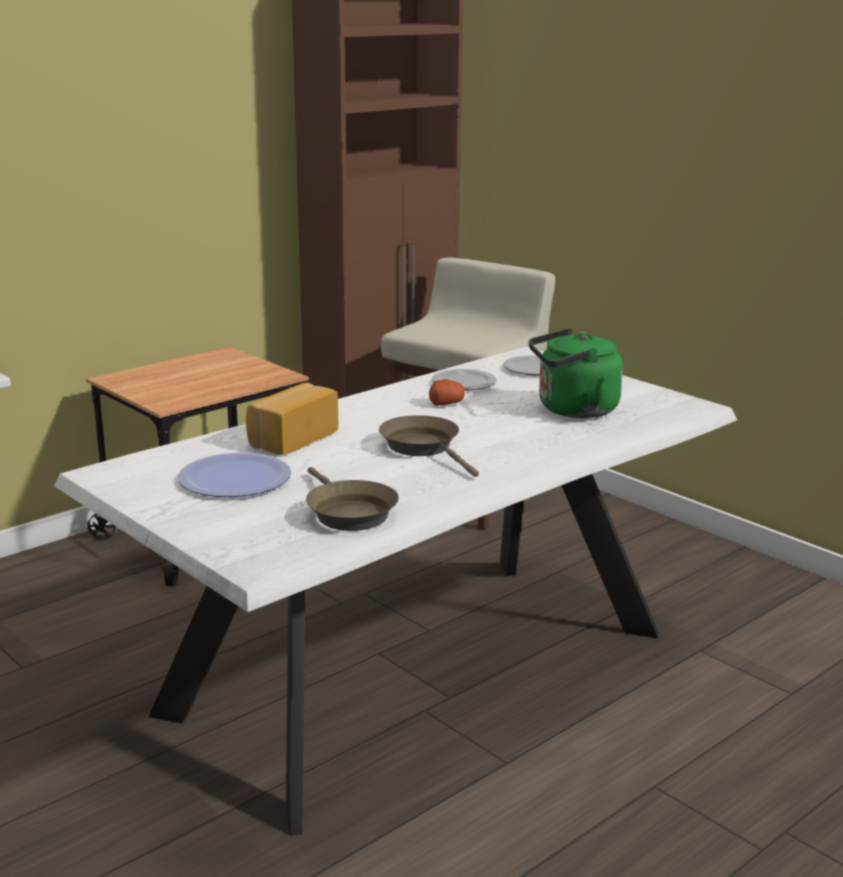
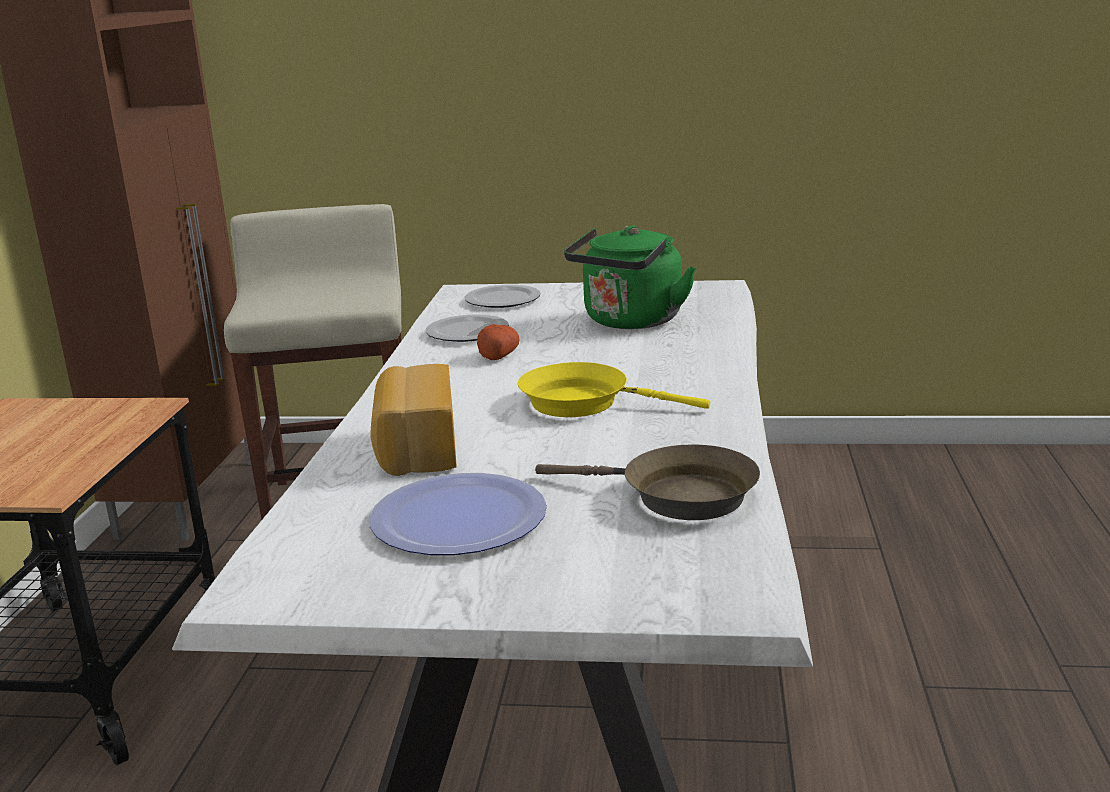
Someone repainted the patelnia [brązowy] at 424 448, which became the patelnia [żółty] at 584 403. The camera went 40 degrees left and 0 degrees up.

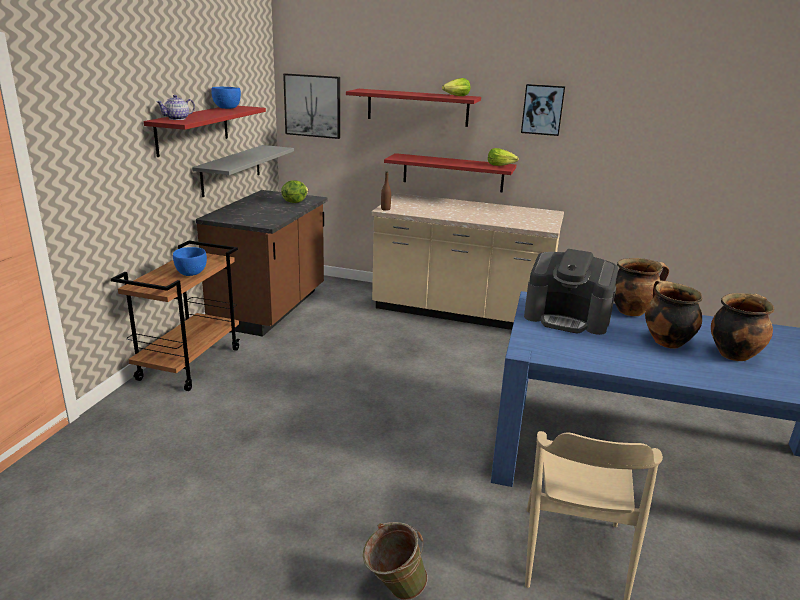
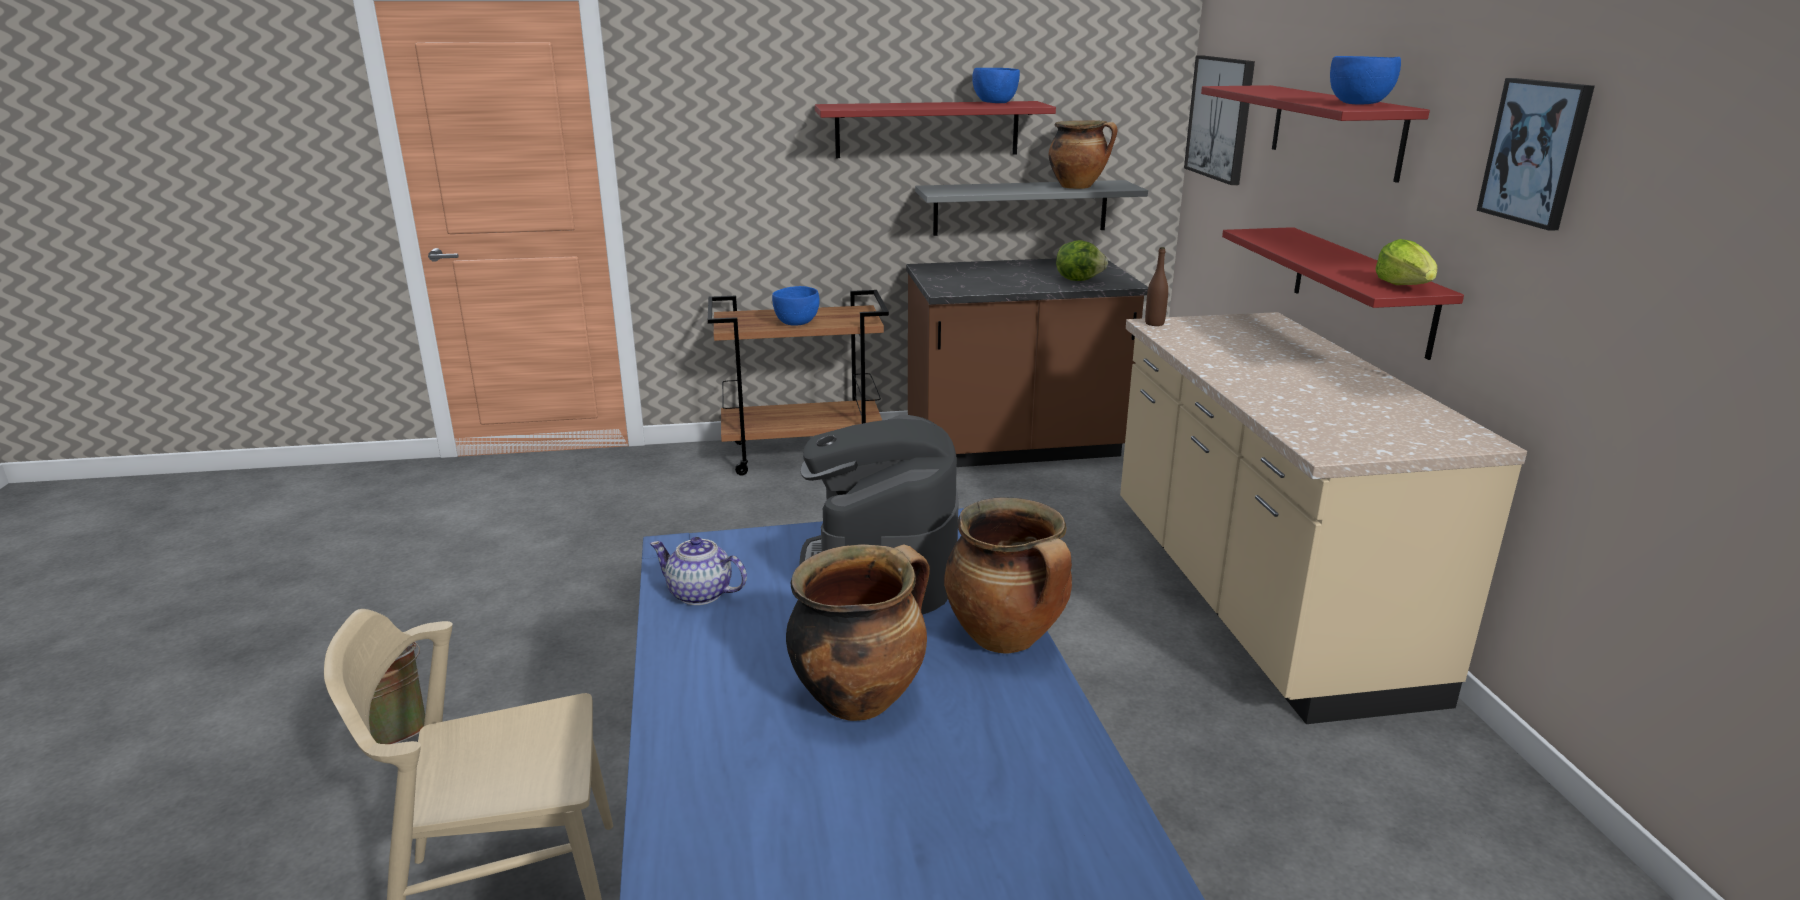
Someone carried the imbryk from 177 119 to 700 594. Someone swapped the sałata at 457 96 for the miska [niebieski] at 1359 104. Someone carried the garnek from 733 354 to 1078 187. The camera went 65 degrees right and 0 degrees up.

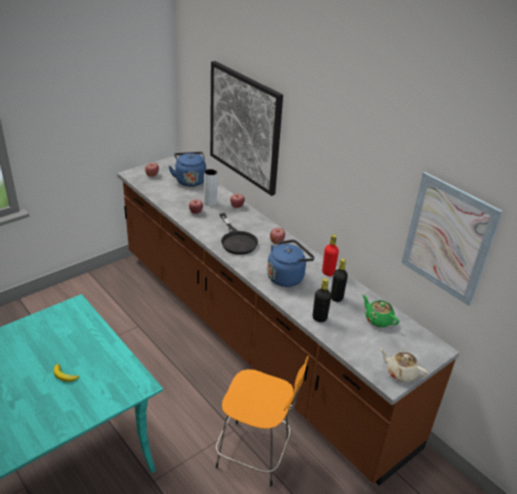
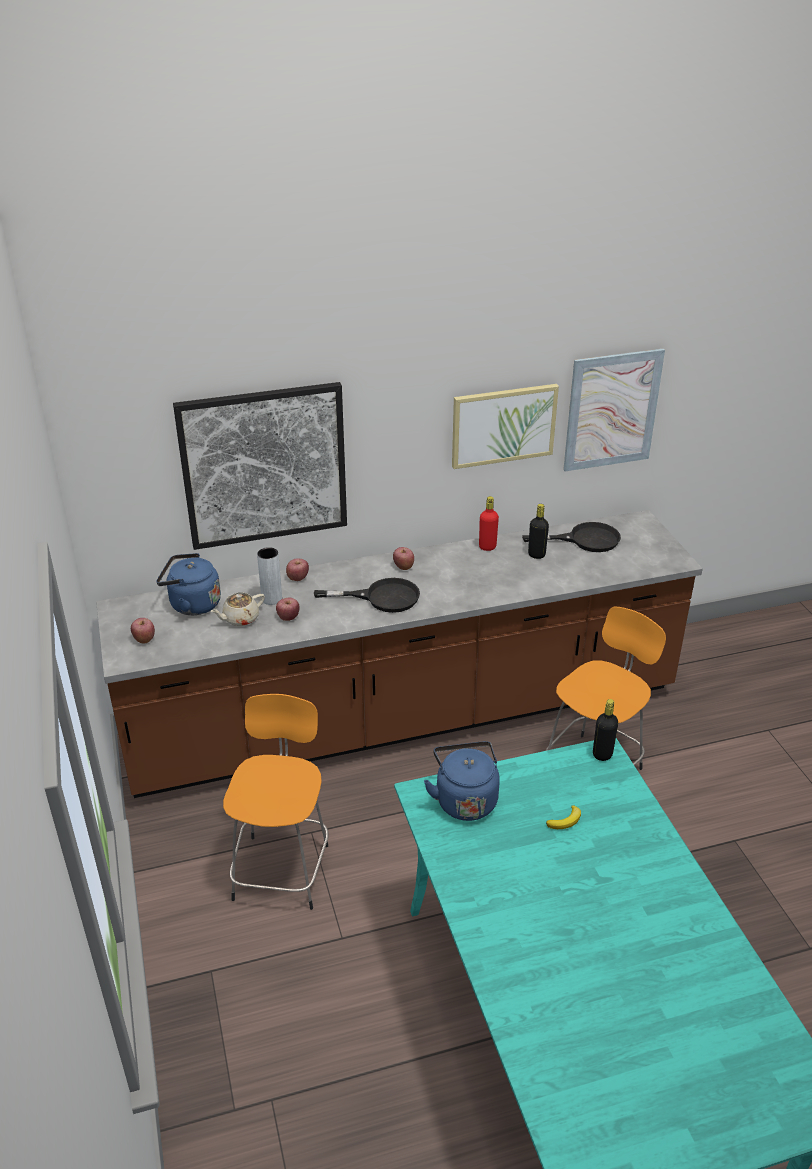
Someone carried the czajnik [niebieski] from 287 277 to 465 799. Someone carried the butelka [czarny] from 319 318 to 602 754. Someone swapped the imbryk [zielony] at 378 320 for the patelnia [czarny] at 584 539. Someone carried the imbryk [beżowy] from 400 372 to 240 619. Someone put down the stołek [pomarańczowy] at 282 868. Someone put up the obraz at 503 425. The camera went 65 degrees left and 0 degrees up.

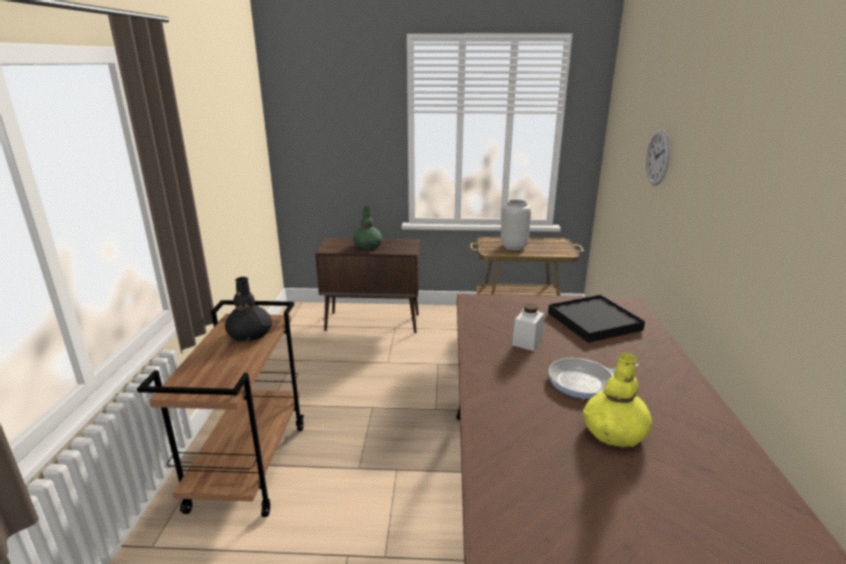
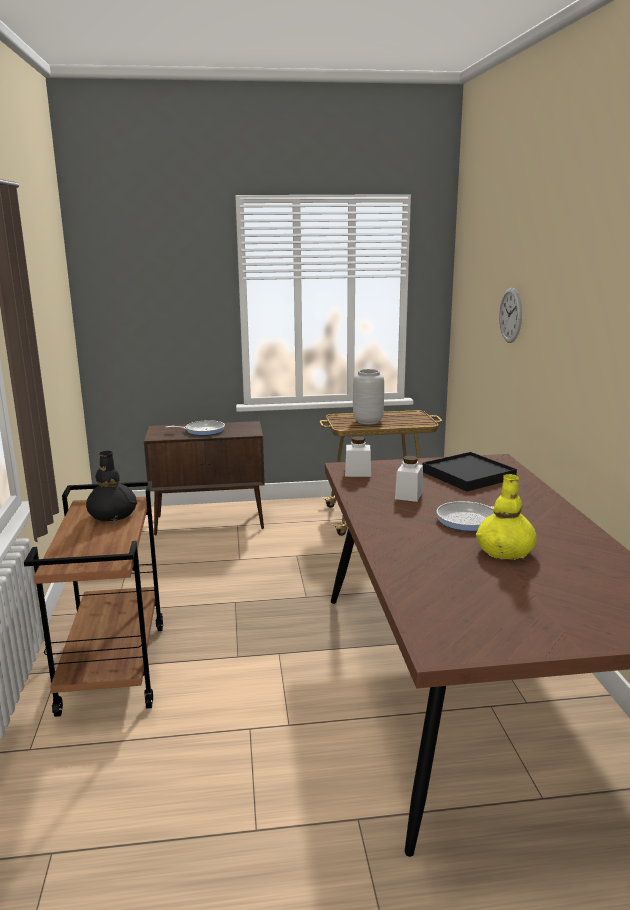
Someone swapped the wazon [zielony] at 368 246 for the patelnia at 202 430. Someone put down the słoik [biały] at 358 473. The camera went 10 degrees left and 5 degrees down.

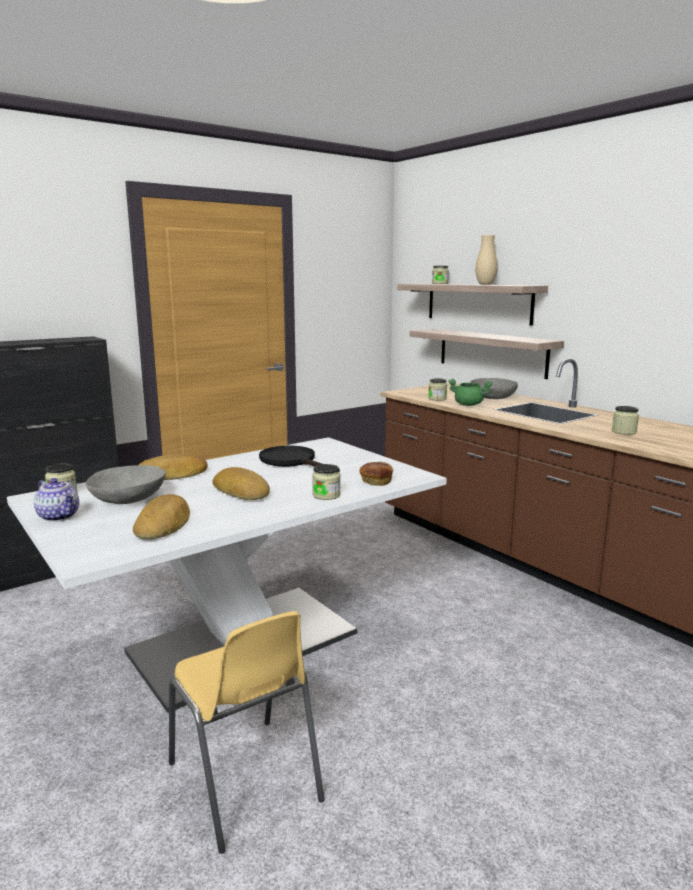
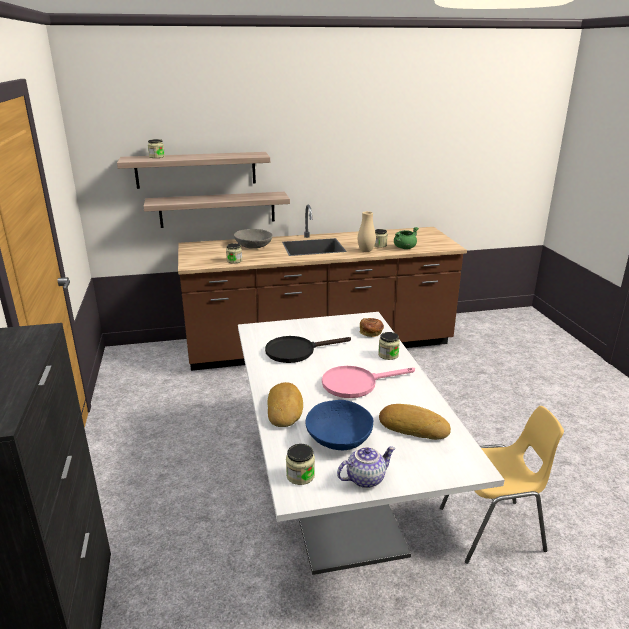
Someone repainted the miska [szary] at 128 498, which became the miska [niebieski] at 339 438. Someone swapped the chleb at 242 491 for the patelnia [różowy] at 356 383. Someone carried the garnek [zielony] from 469 405 to 404 247. Someone carried the wazon [beżowy] from 485 284 to 366 251. The camera went 65 degrees left and 10 degrees up.

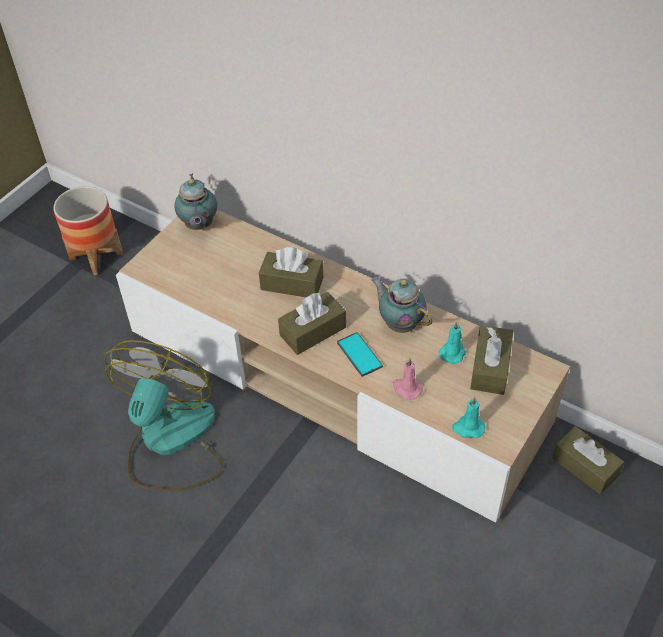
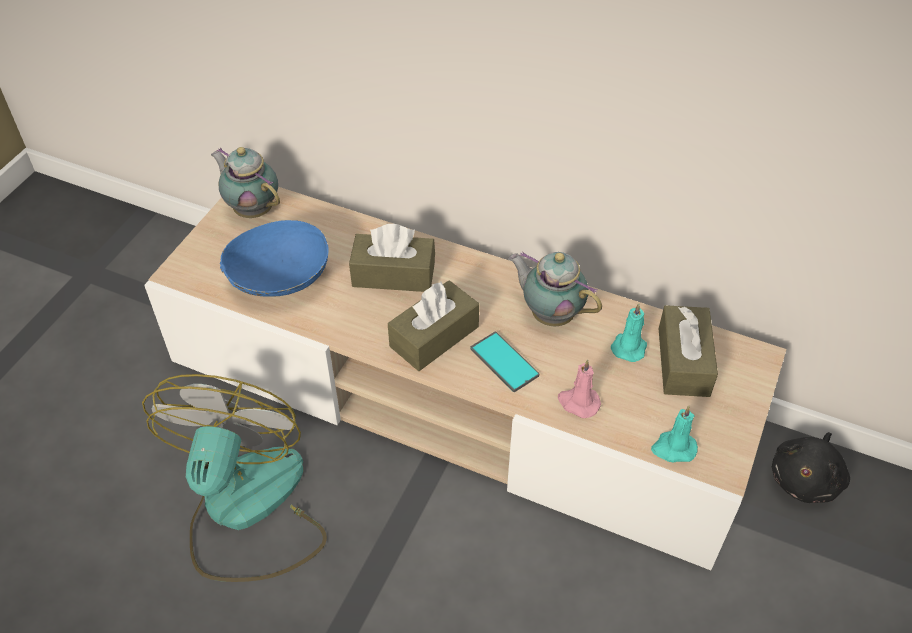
Someone took away the donica at 96 256. Someone rotated the imbryk at 199 226 by 150 degrees clockwise. Someone swapped the pudełko chusteczek [brązowy] at 585 466 for the pluszak [czarny] at 806 479. Someone put down the miska [niebieski] at 280 282. The camera went 10 degrees left and 0 degrees up.

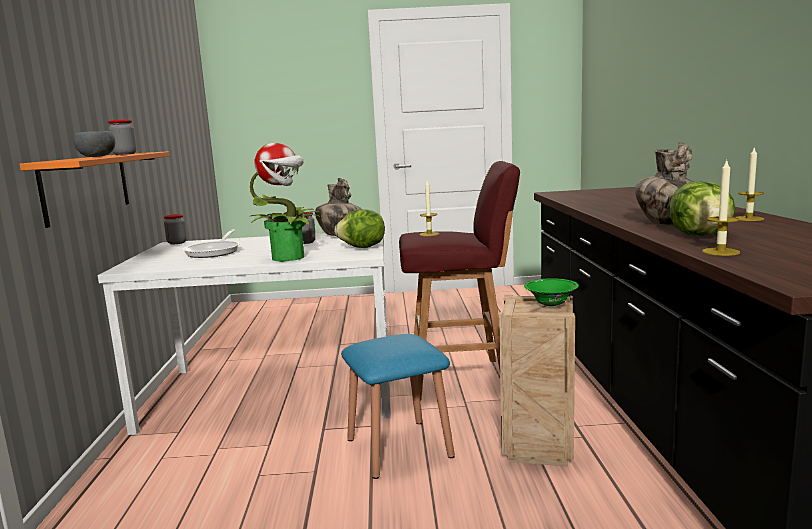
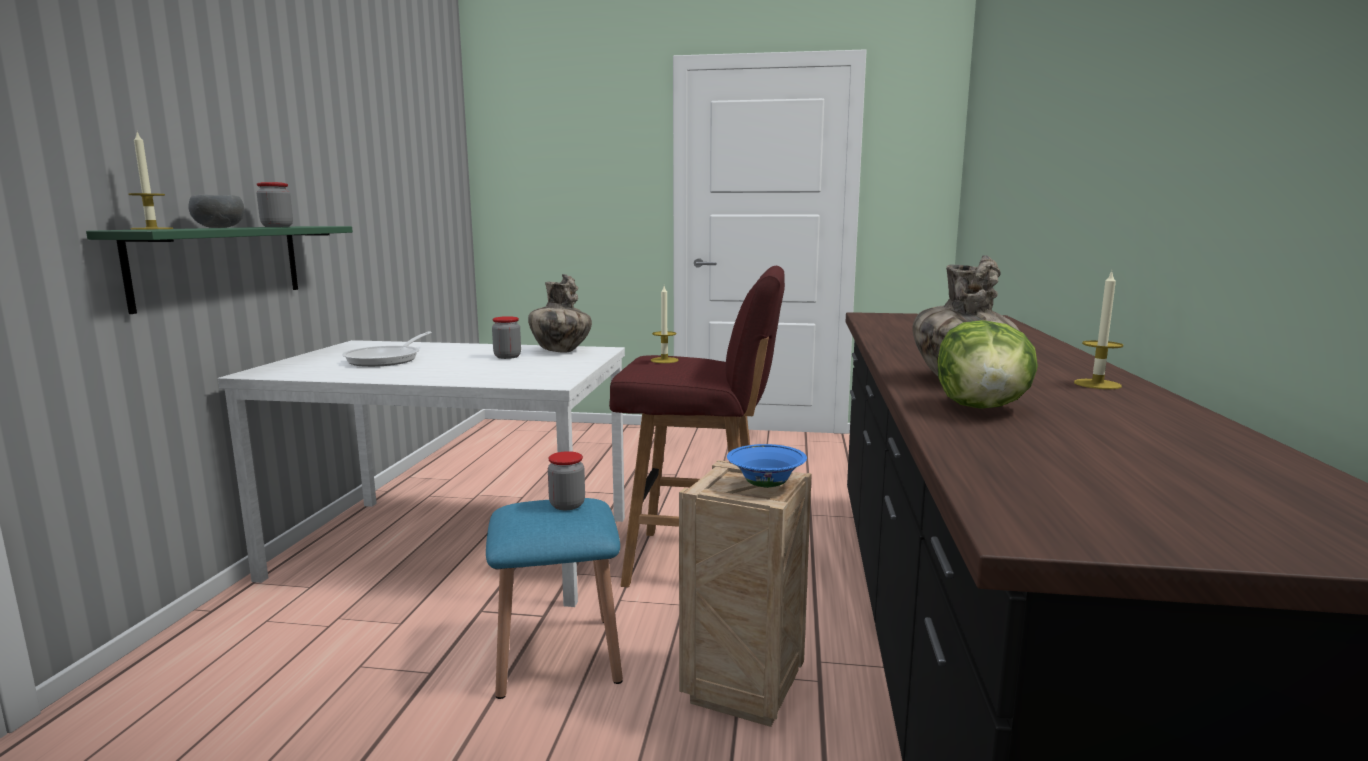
Someone repainted the półka [pomarańczowy] at 87 186, which became the półka [zielony] at 219 264. Someone carried the słoik from 177 243 to 567 505. Someone took away the roślina doniczkowa at 289 257. Someone took away the sałata at 362 248. Someone repainted the miska [zielony] at 551 305, which became the miska [niebieski] at 766 485. Someone carried the świeca from 720 252 to 152 229. The camera went 10 degrees right and 0 degrees up.

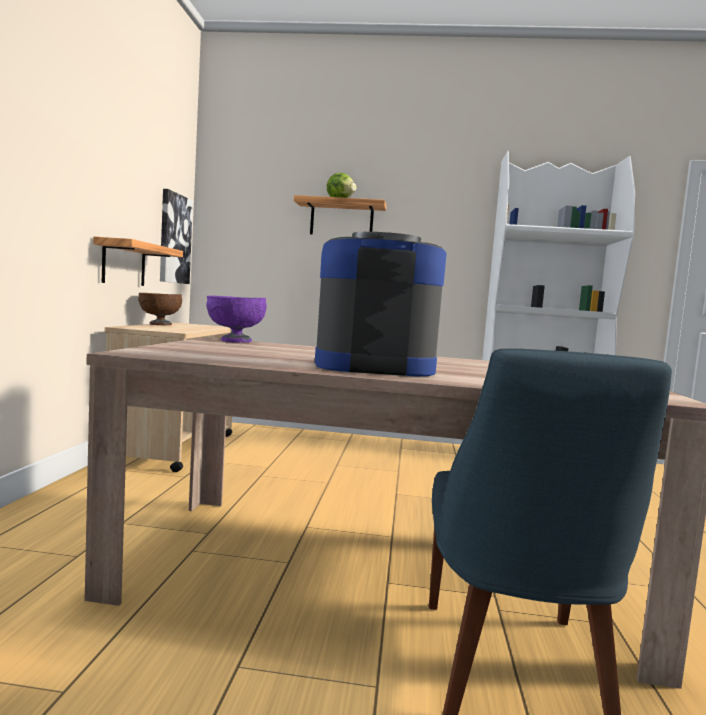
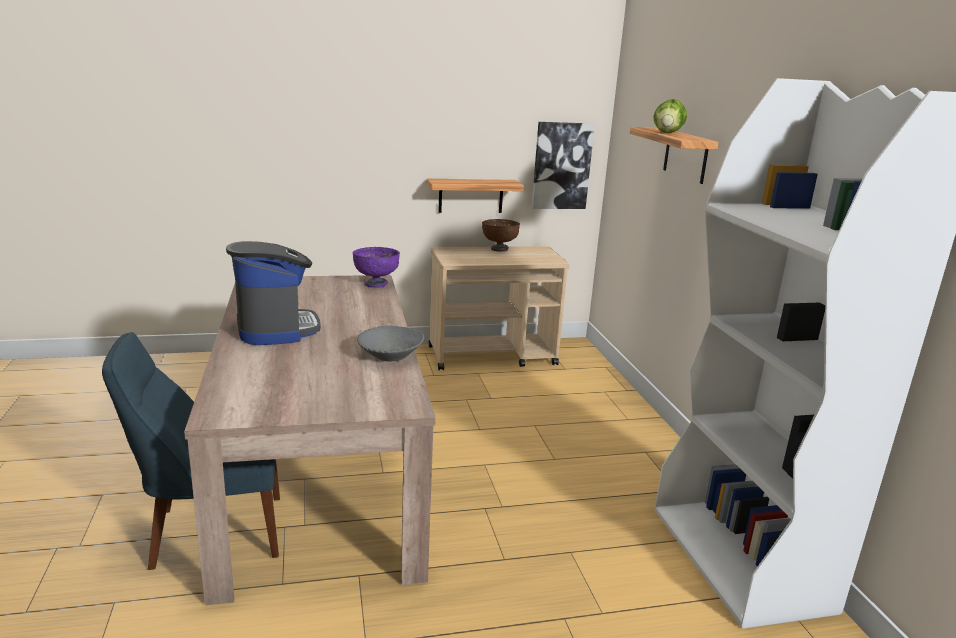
Someone put down the miska [szary] at 390 356. The camera went 70 degrees right and 15 degrees up.

